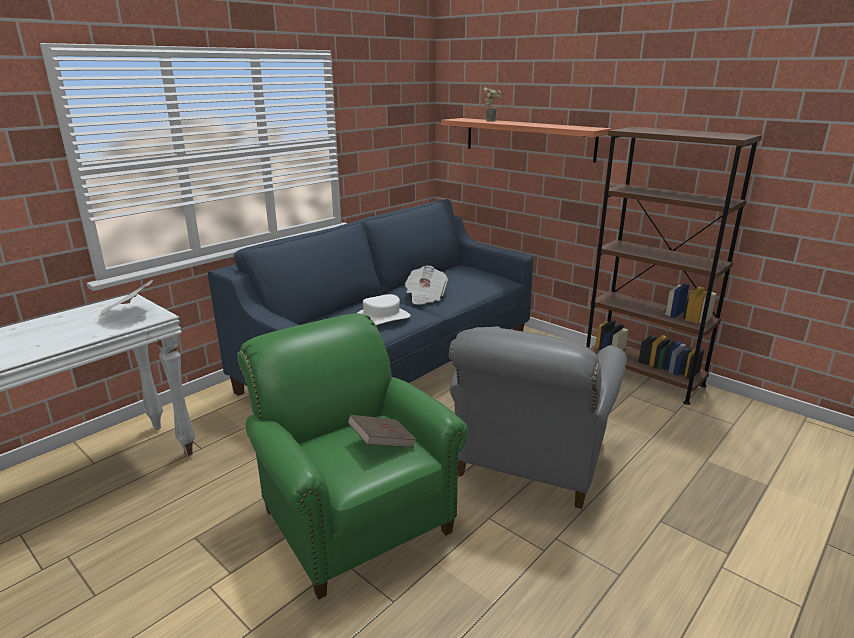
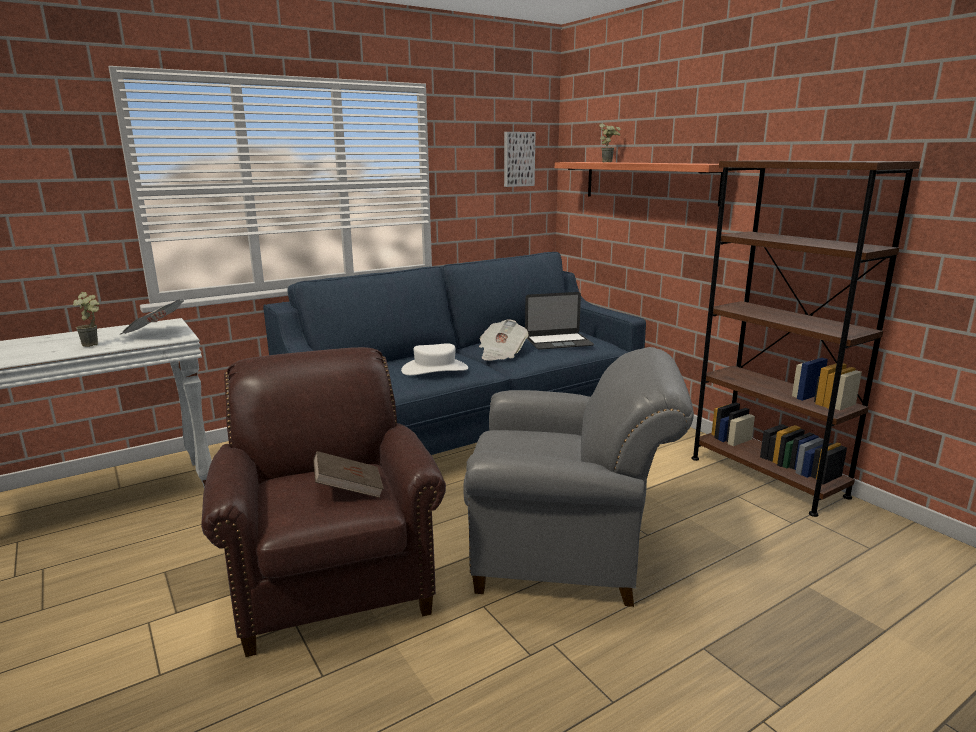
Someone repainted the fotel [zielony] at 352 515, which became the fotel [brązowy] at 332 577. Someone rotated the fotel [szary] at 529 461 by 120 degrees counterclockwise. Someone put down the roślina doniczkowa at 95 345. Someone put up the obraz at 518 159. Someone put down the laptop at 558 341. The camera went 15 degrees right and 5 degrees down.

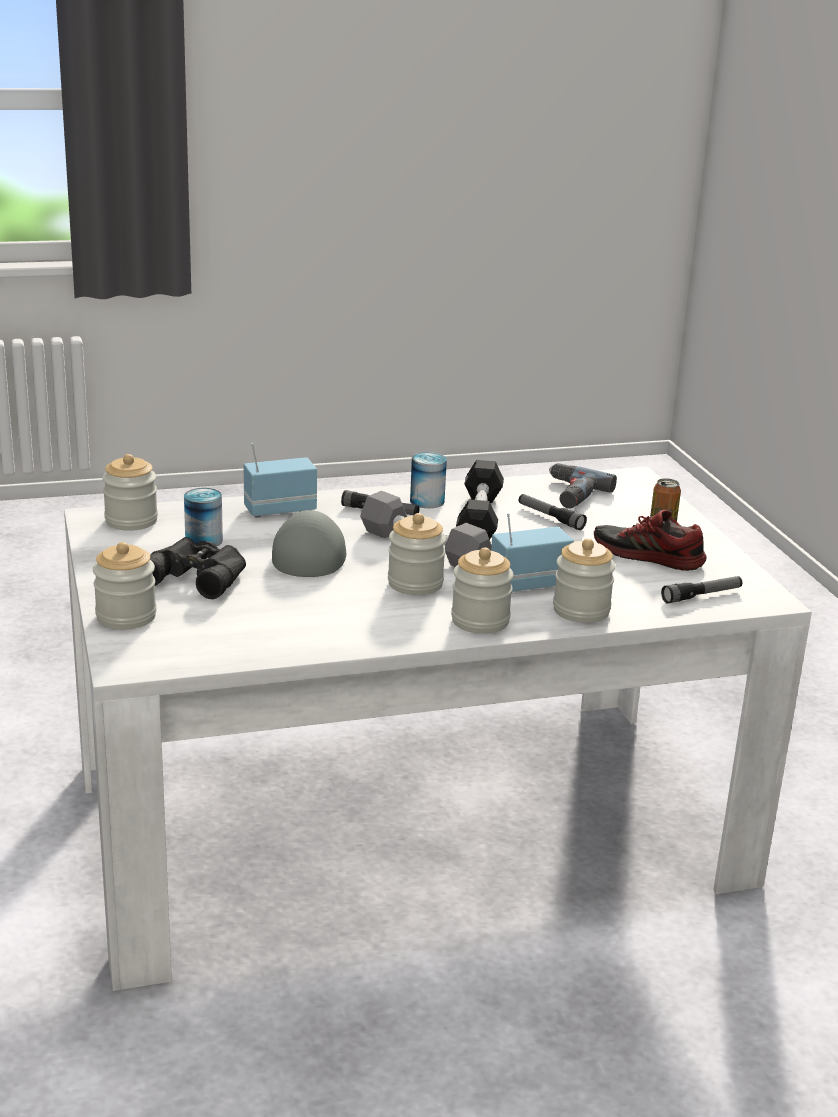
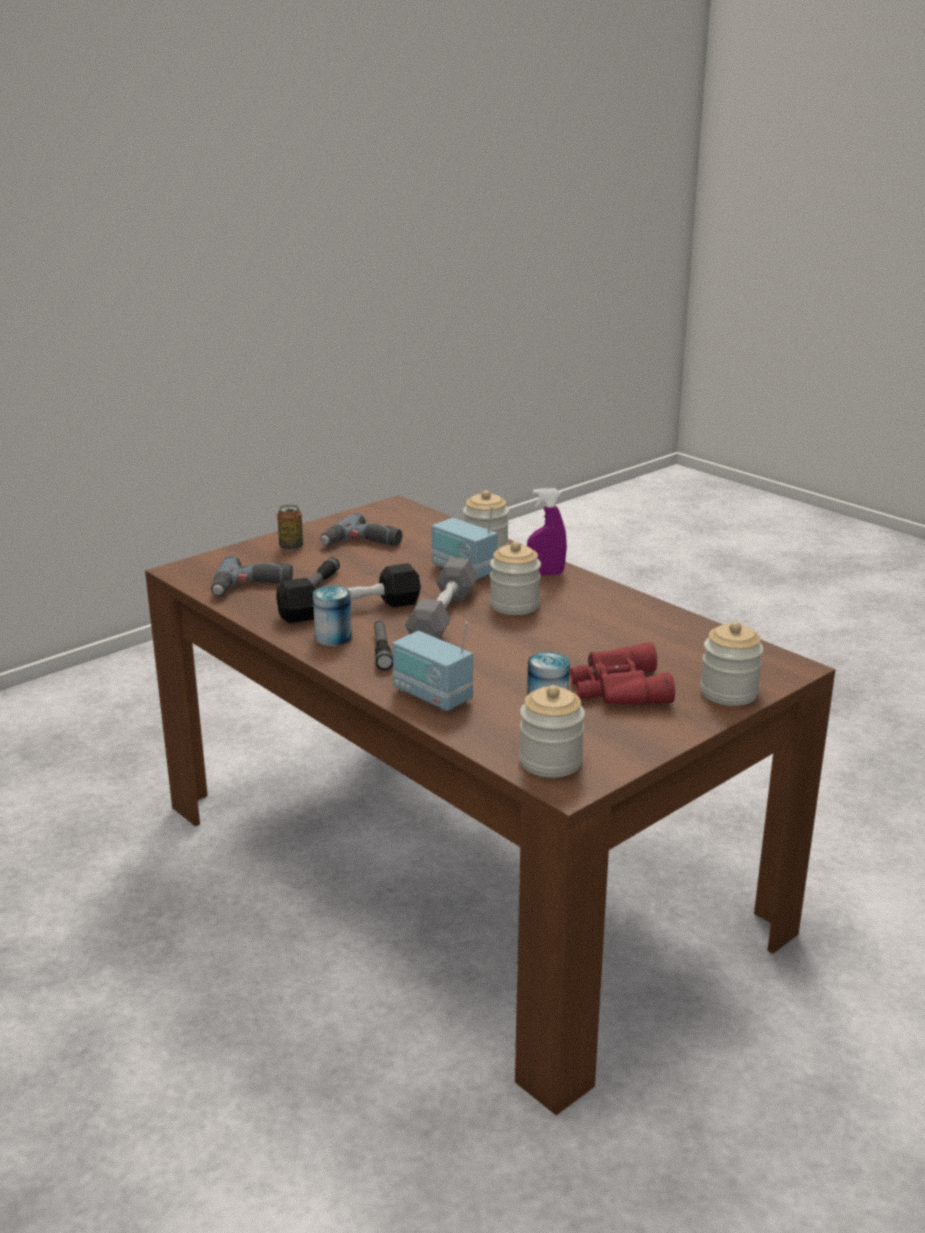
Someone repainted the stół jadalny [biały] at 406 825, which became the stół jadalny [brązowy] at 463 866. Someone repainted the lornetka [czarny] at 198 575, which became the lornetka [czerwony] at 617 688. Someone took away the czapka z daszkiem [szary] at 310 553. Someone swapped the słoik at 480 621 for the spryskiwacz [fioletowy] at 545 574. Someone swapped the but at 648 556 for the wiertarka at 362 543. Someone took away the latarka at 702 596. The camera went 115 degrees left and 0 degrees up.

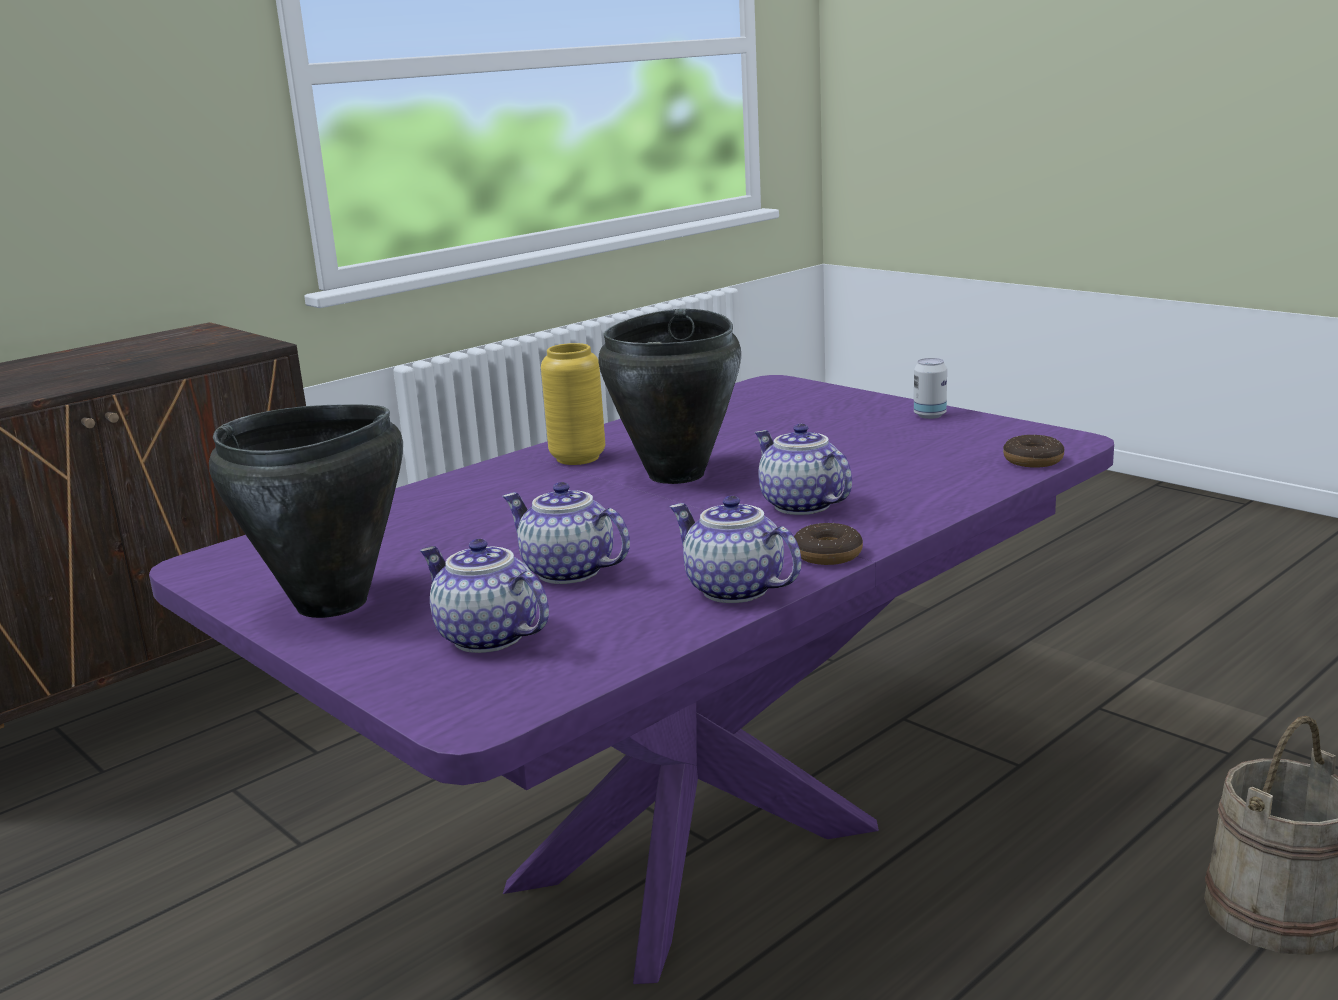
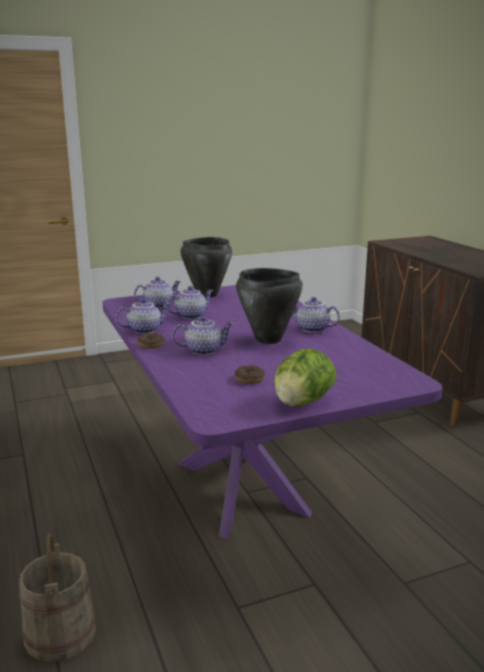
Someone swapped the wazon [żółty] at 577 458 for the imbryk at 312 329. Someone swapped the puszka at 929 415 for the sałata at 302 403. Someone carried the donut from 1033 460 to 249 379. The camera went 110 degrees right and 0 degrees up.

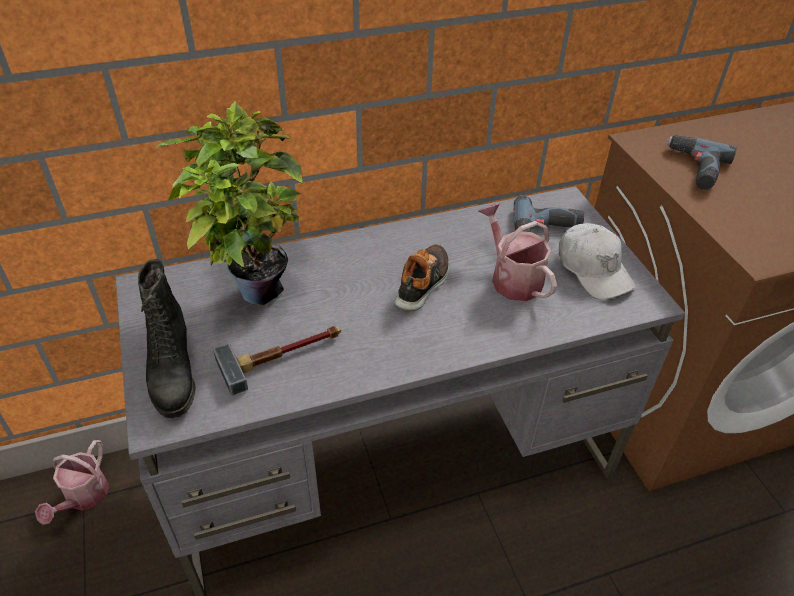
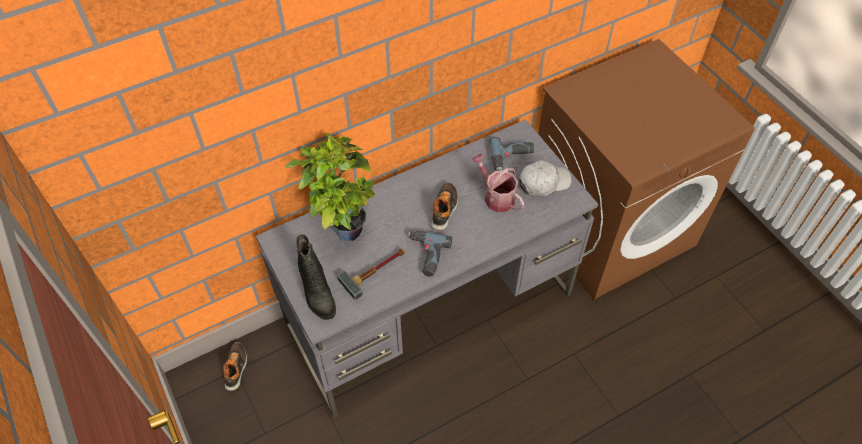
Someone swapped the konewka at 83 497 for the but at 236 368. Someone rotated the czapka z daszkiem [biały] at 593 269 by 75 degrees counterclockwise. Someone carried the wiertarka from 693 168 to 425 255. The camera went 10 degrees left and 10 degrees up.

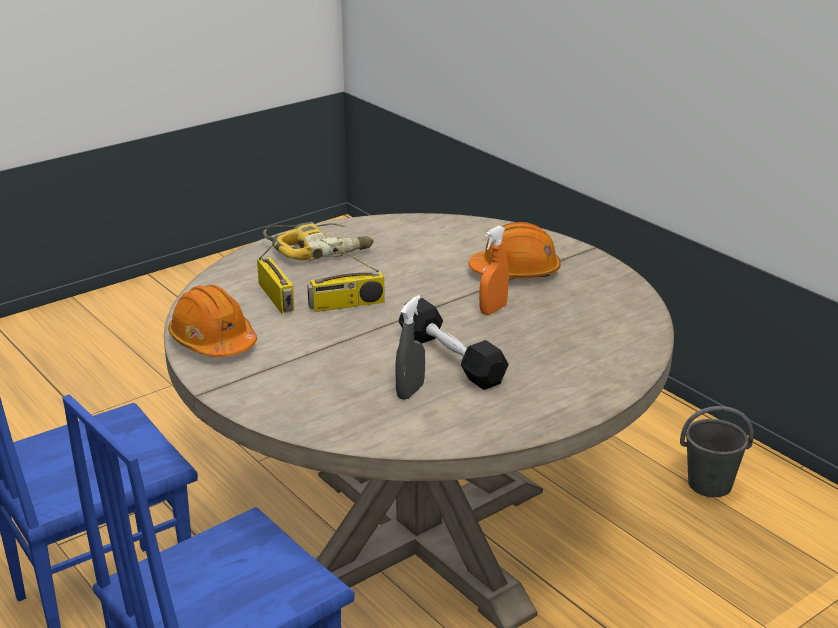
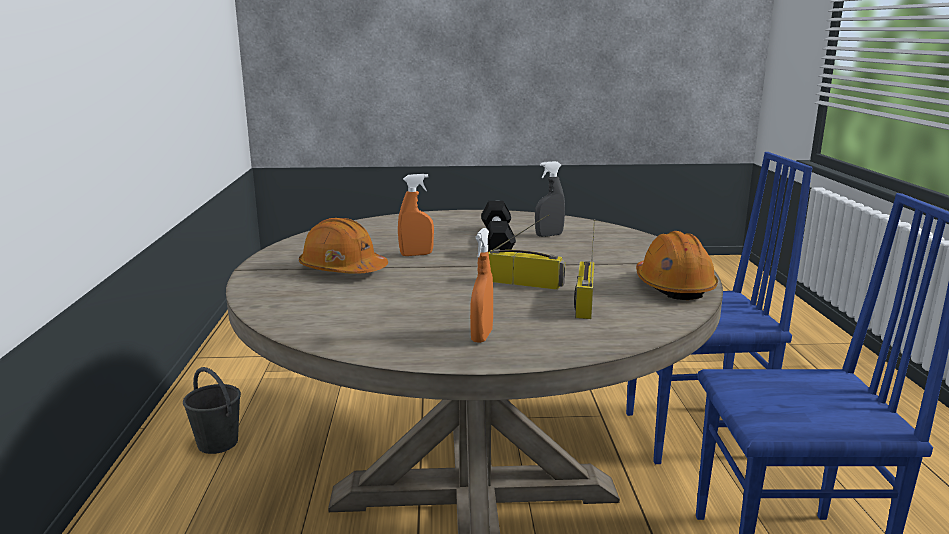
Someone swapped the wiertarka at 319 249 for the spryskiwacz [pomarańczowy] at 482 336. The camera went 145 degrees left and 10 degrees down.

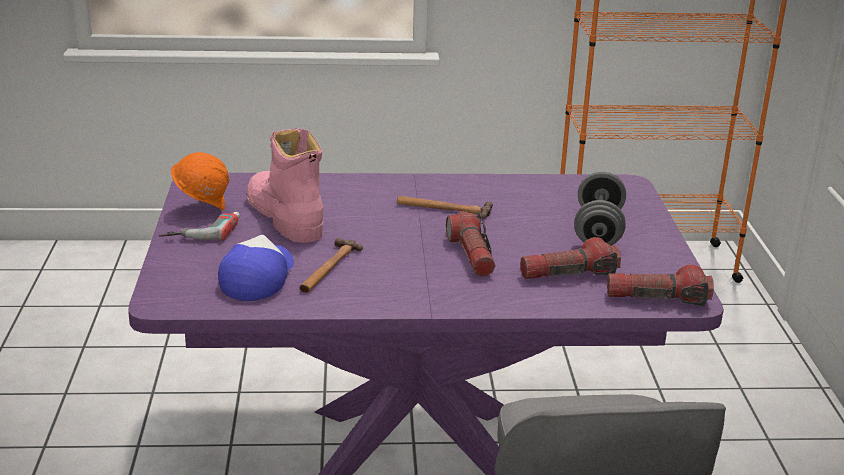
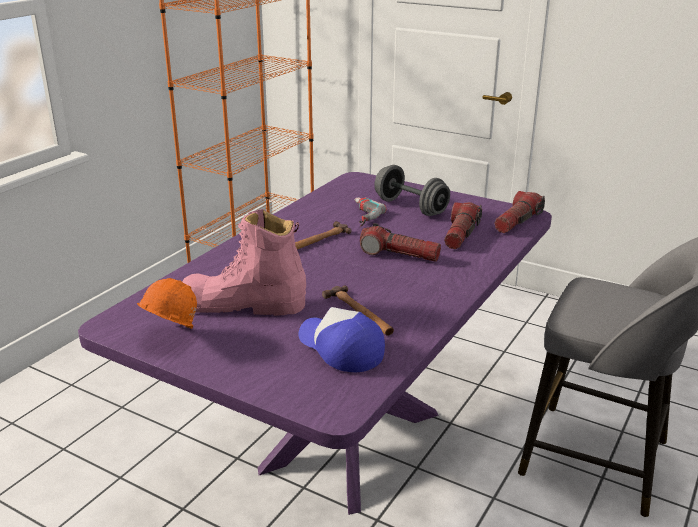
Someone carried the wiertarka from 202 230 to 359 216. The camera went 55 degrees left and 0 degrees up.

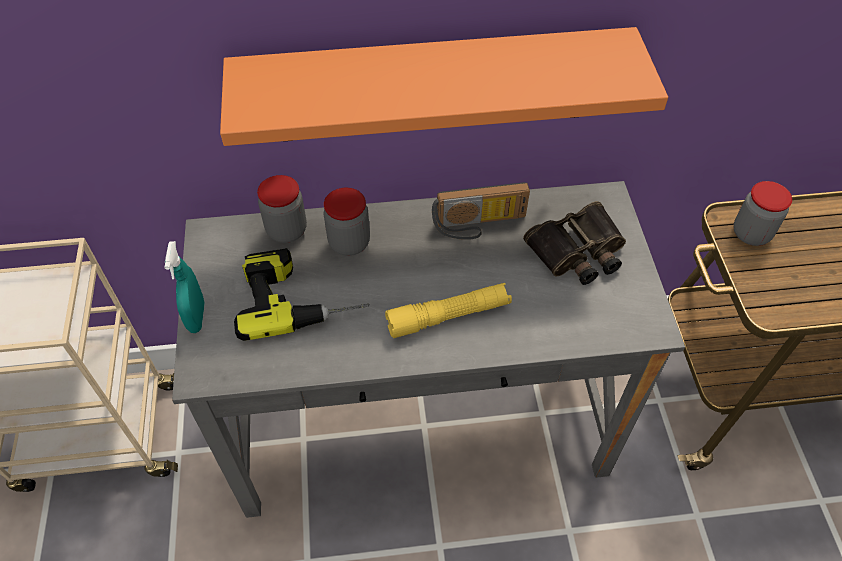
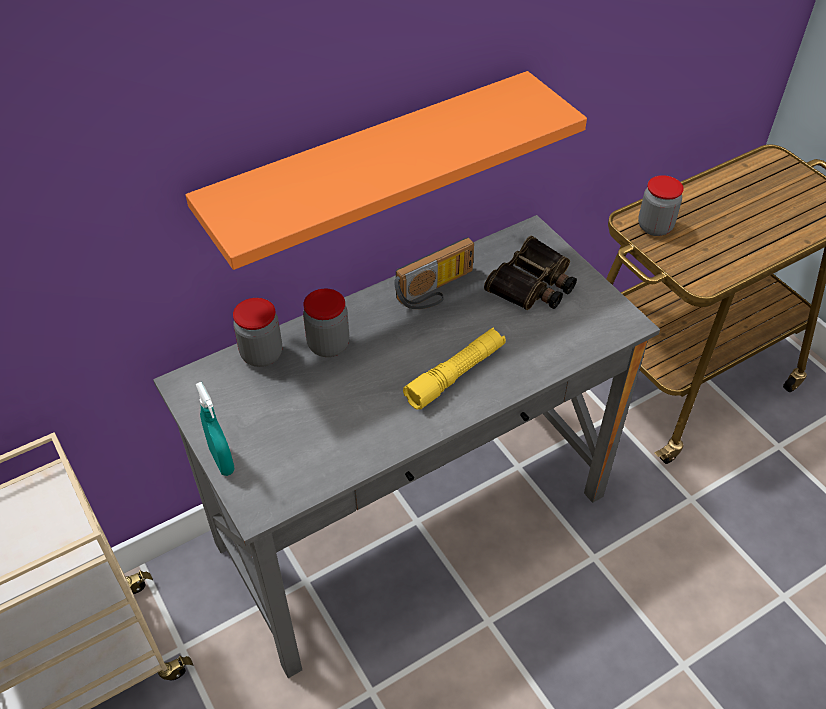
Someone took away the wiertarka at 301 296. The camera went 25 degrees left and 5 degrees down.

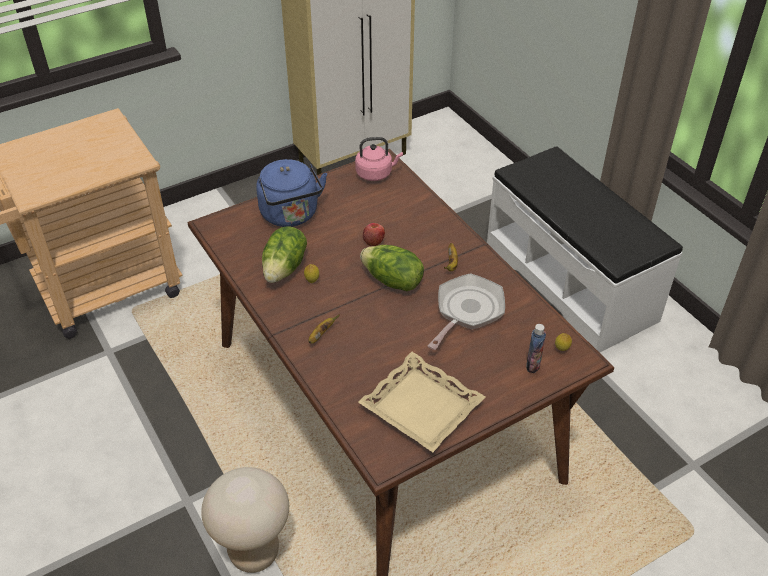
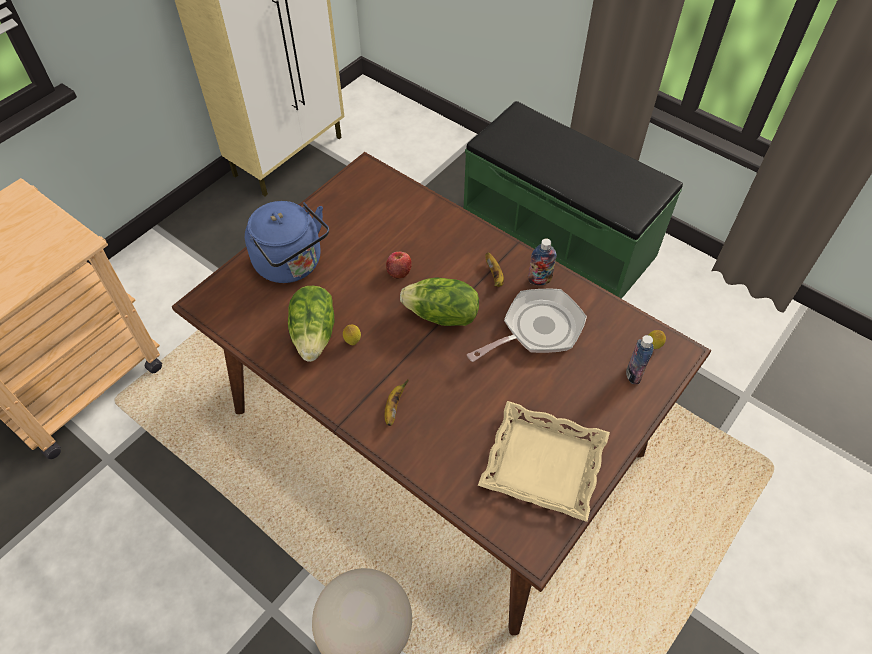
Someone took away the czajnik [różowy] at 376 173. Someone rotated the patelnia at 467 311 by 45 degrees clockwise. Someone repainted the ławka [biały] at 570 281, which became the ławka [zielony] at 558 236. Someone put down the butelka at 539 280. The camera went 20 degrees left and 10 degrees up.

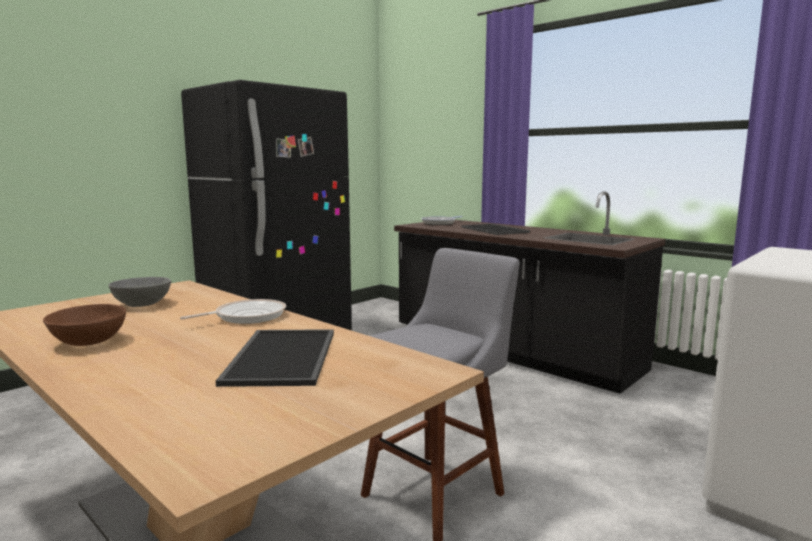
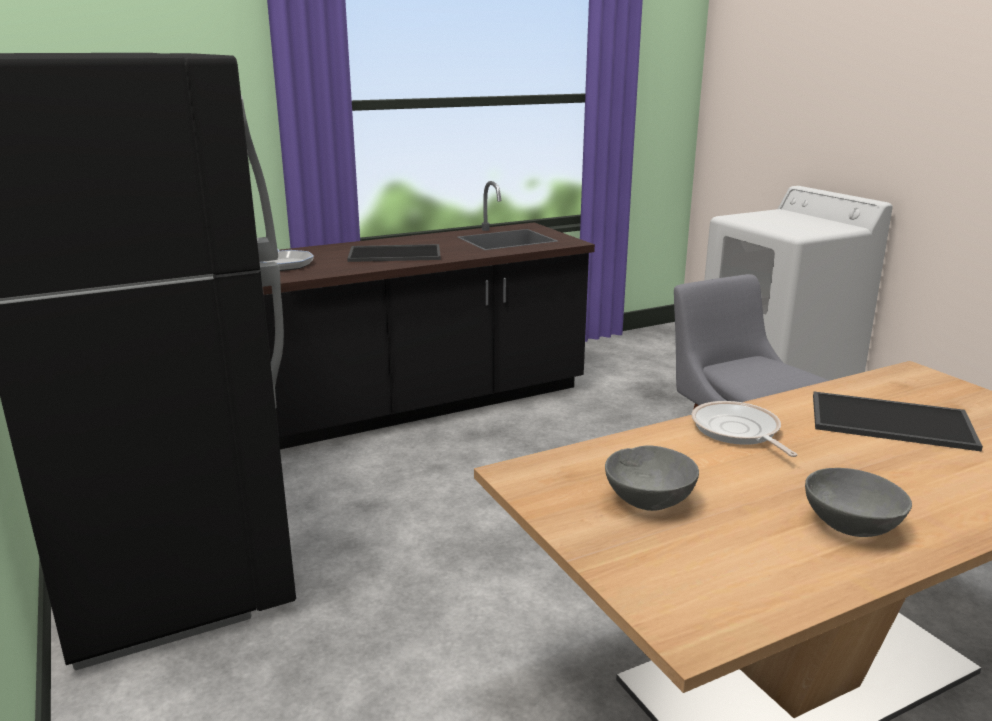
Someone repainted the miska [brązowy] at 89 341, which became the miska [szary] at 851 525. The camera went 70 degrees left and 10 degrees up.

